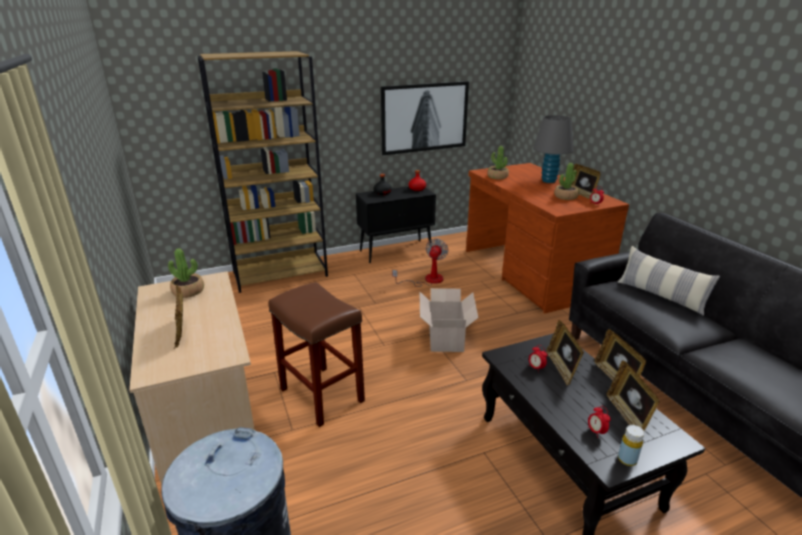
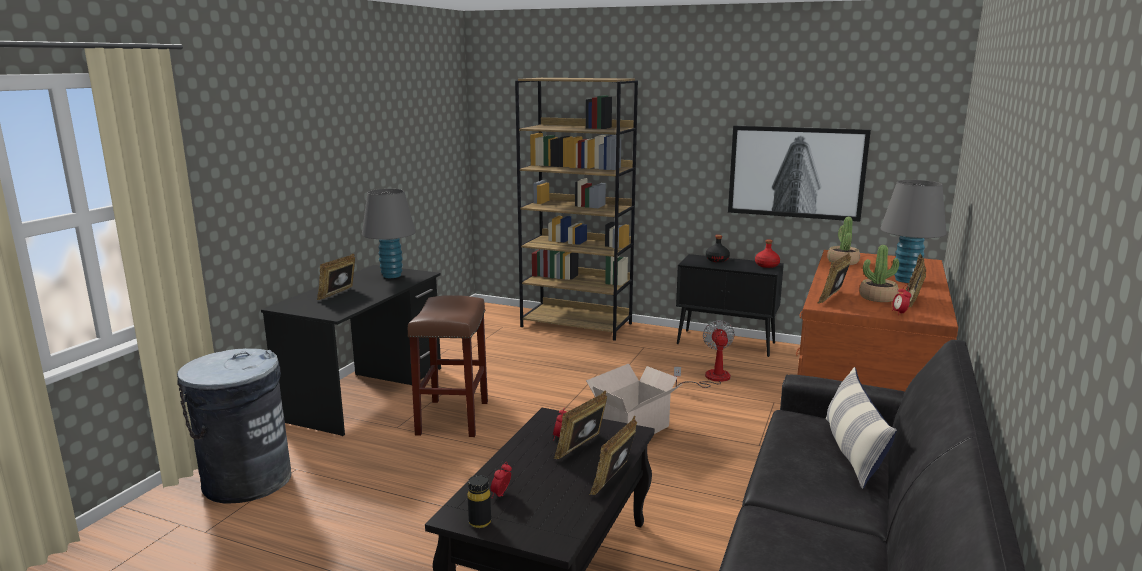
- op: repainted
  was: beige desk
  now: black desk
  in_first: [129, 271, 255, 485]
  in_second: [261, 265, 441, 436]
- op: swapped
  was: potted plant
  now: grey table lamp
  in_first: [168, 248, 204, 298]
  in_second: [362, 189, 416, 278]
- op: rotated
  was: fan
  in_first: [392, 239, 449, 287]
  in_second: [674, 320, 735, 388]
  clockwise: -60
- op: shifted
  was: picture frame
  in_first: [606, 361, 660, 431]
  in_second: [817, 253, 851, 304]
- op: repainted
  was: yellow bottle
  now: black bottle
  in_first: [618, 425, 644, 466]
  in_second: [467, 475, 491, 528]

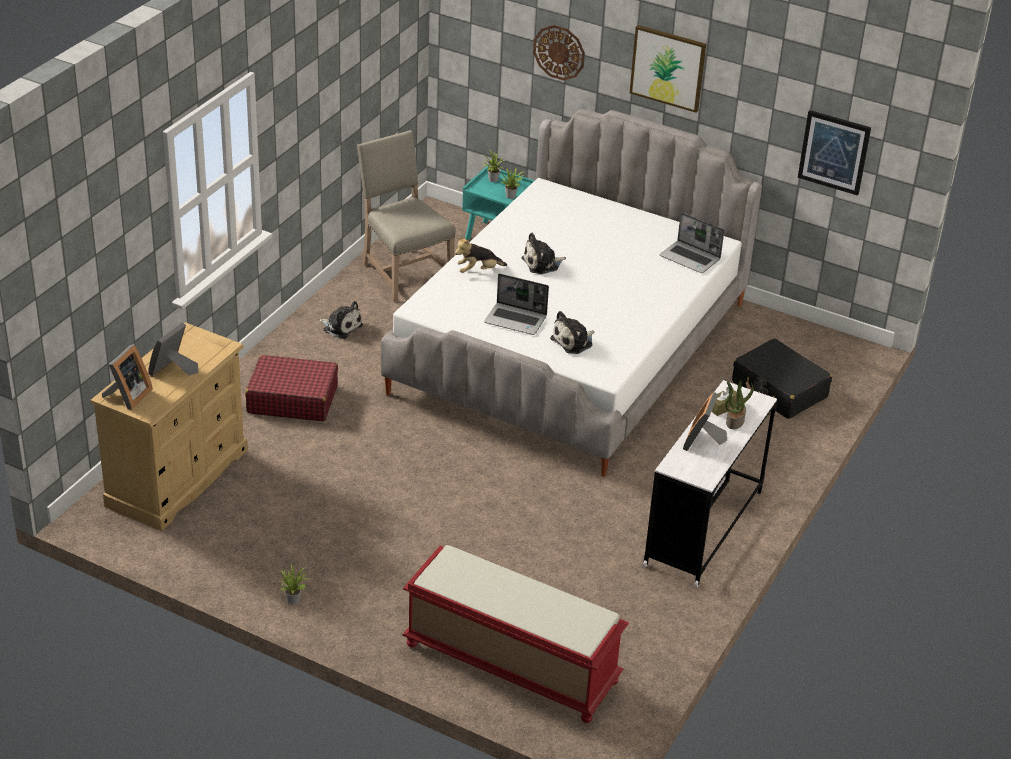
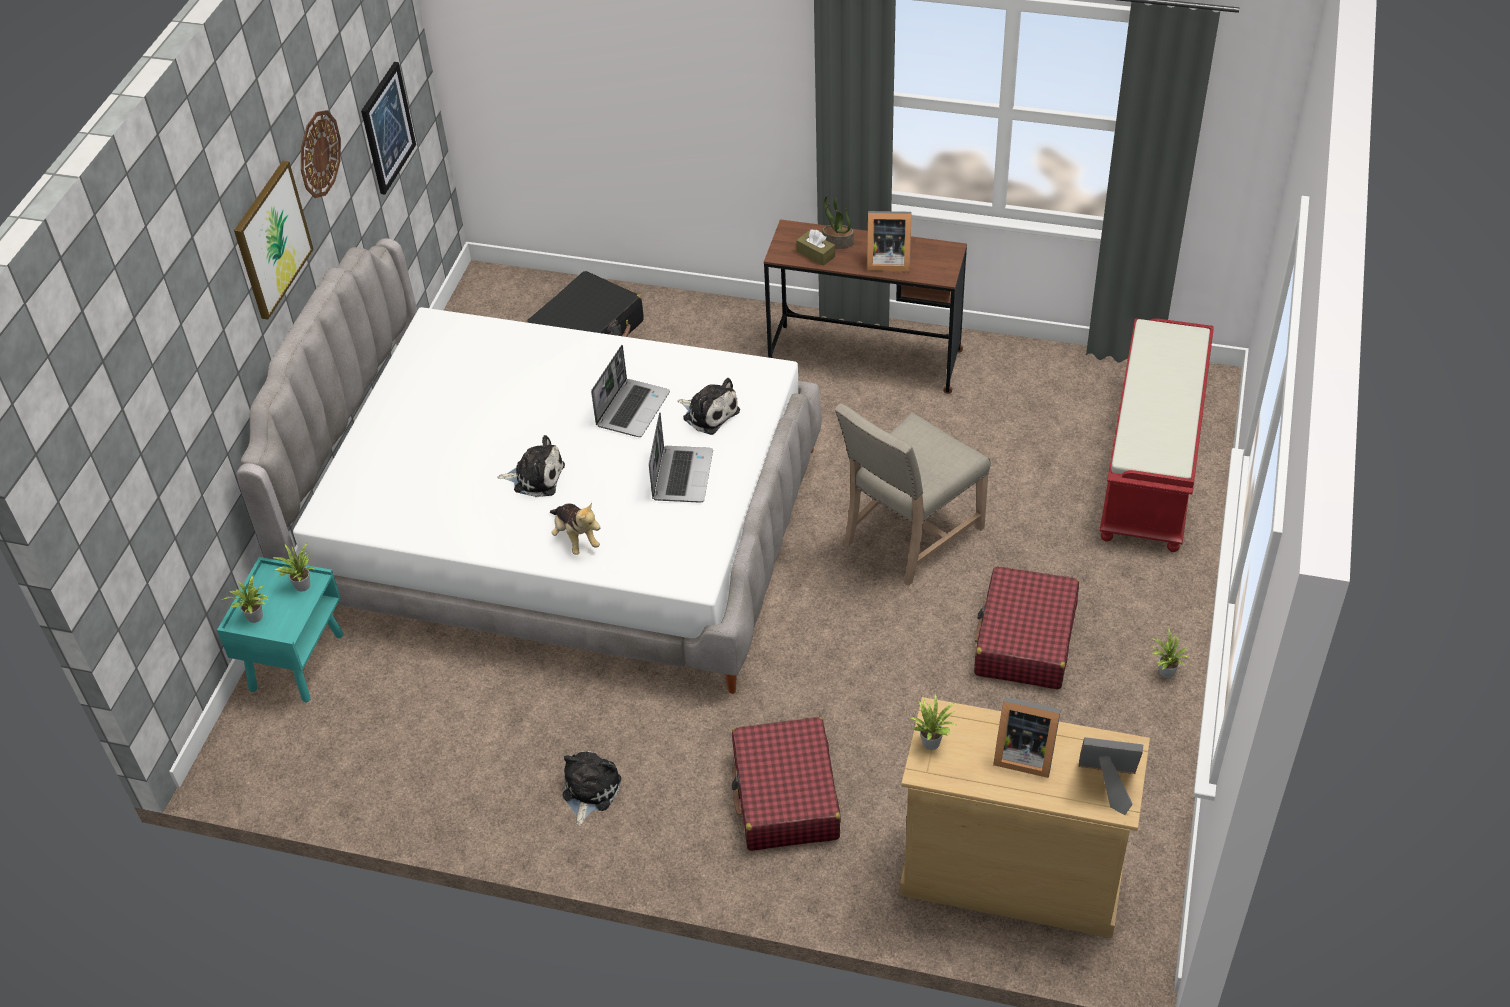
- op: shifted
  was: beige chair
  in_first: [357, 130, 456, 302]
  in_second: [835, 403, 991, 586]
- op: rotated
  was: plush toy
  in_first: [521, 233, 566, 274]
  in_second: [497, 435, 565, 497]
  clockwise: -45
- op: shifted
  was: wall clock
  in_first: [533, 25, 585, 80]
  in_second: [301, 110, 341, 198]
- op: repainted
  was: white desk
  now: brown desk
  in_first: [643, 380, 777, 587]
  in_second: [764, 219, 967, 394]
- op: shifted
  was: laptop
  in_first: [660, 212, 724, 273]
  in_second: [591, 345, 670, 437]
- op: new
  now: potted plant
  in_second: [910, 693, 958, 750]
- op: new
  now: red suitcase
  in_second: [974, 566, 1079, 689]

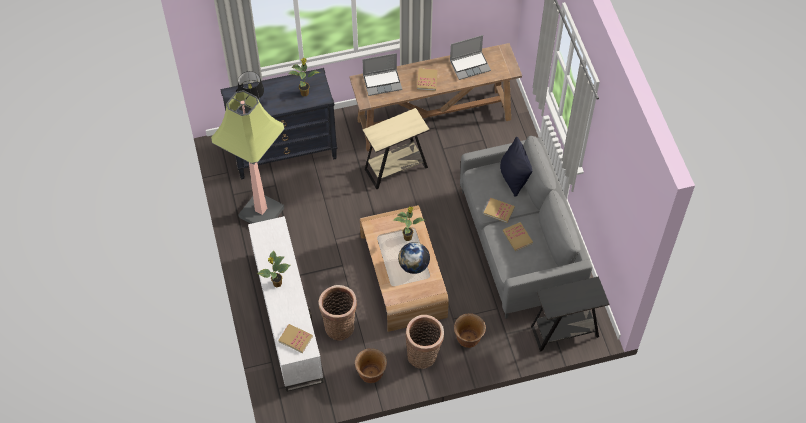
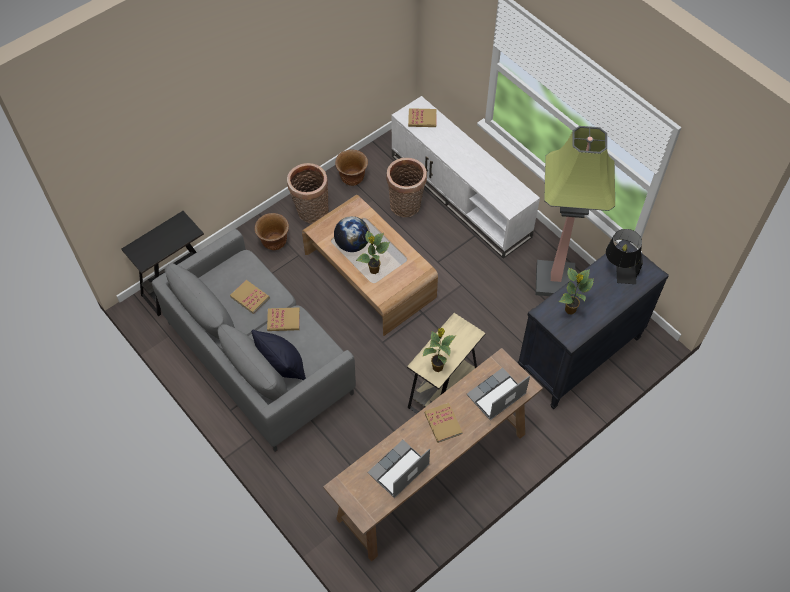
- op: shifted
  was: potted plant
  in_first: [257, 251, 290, 287]
  in_second: [422, 328, 456, 372]

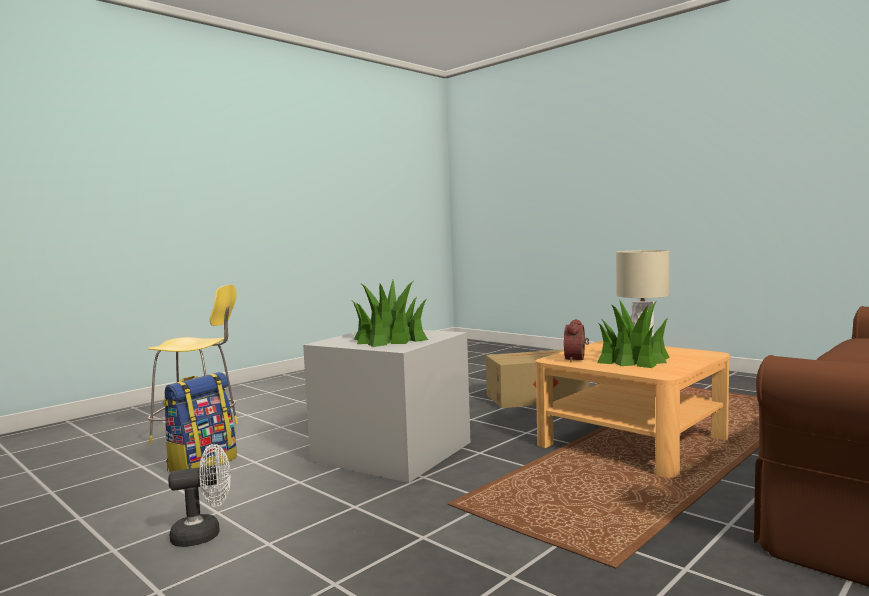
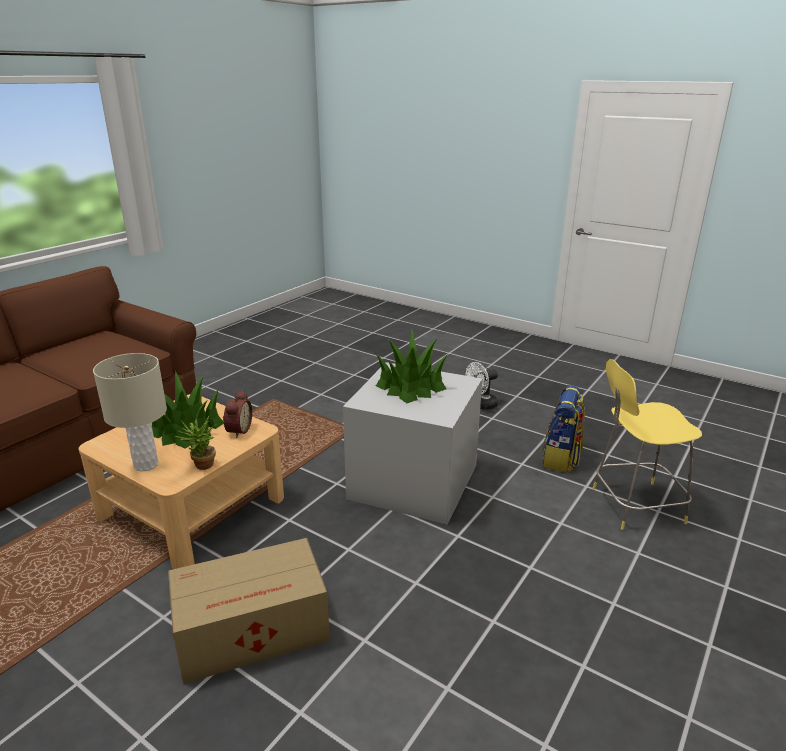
- op: new
  now: potted plant
  in_second: [175, 416, 216, 470]

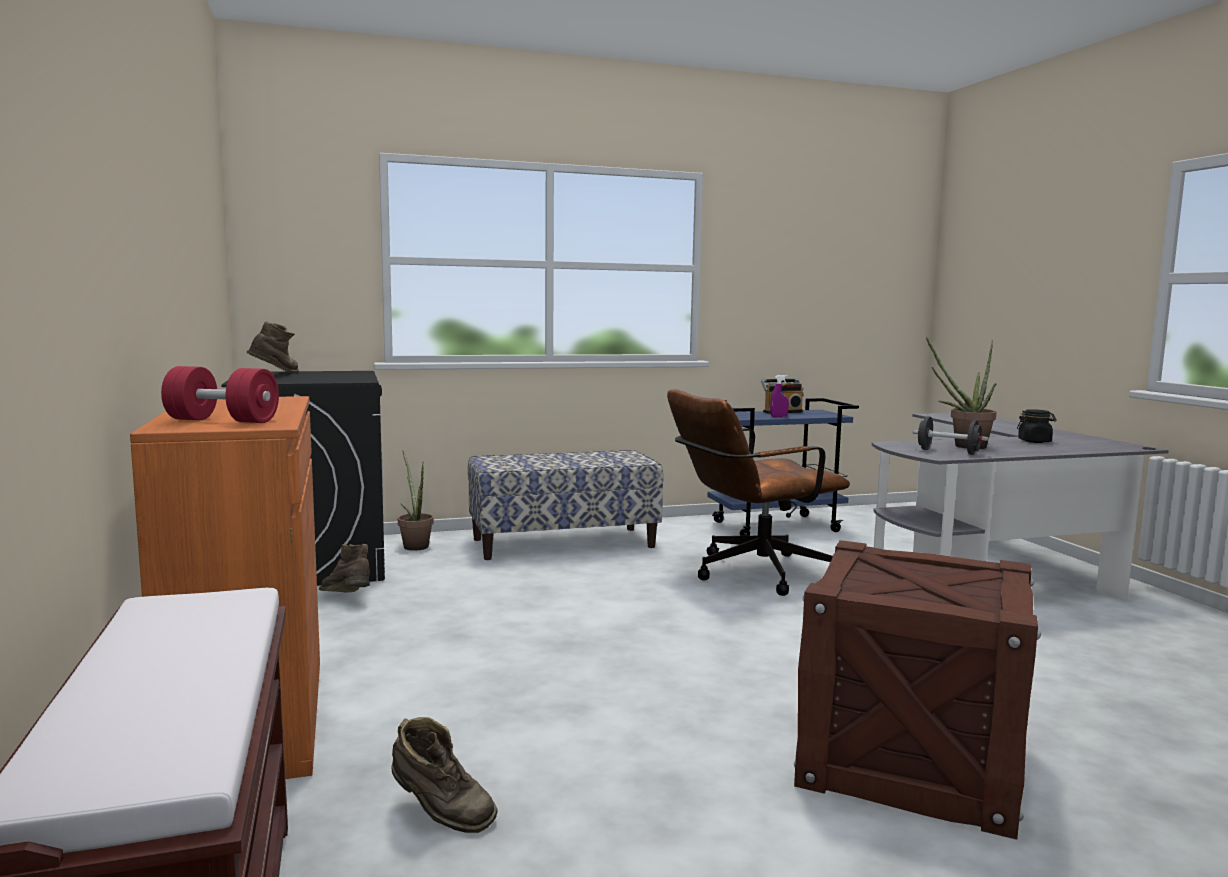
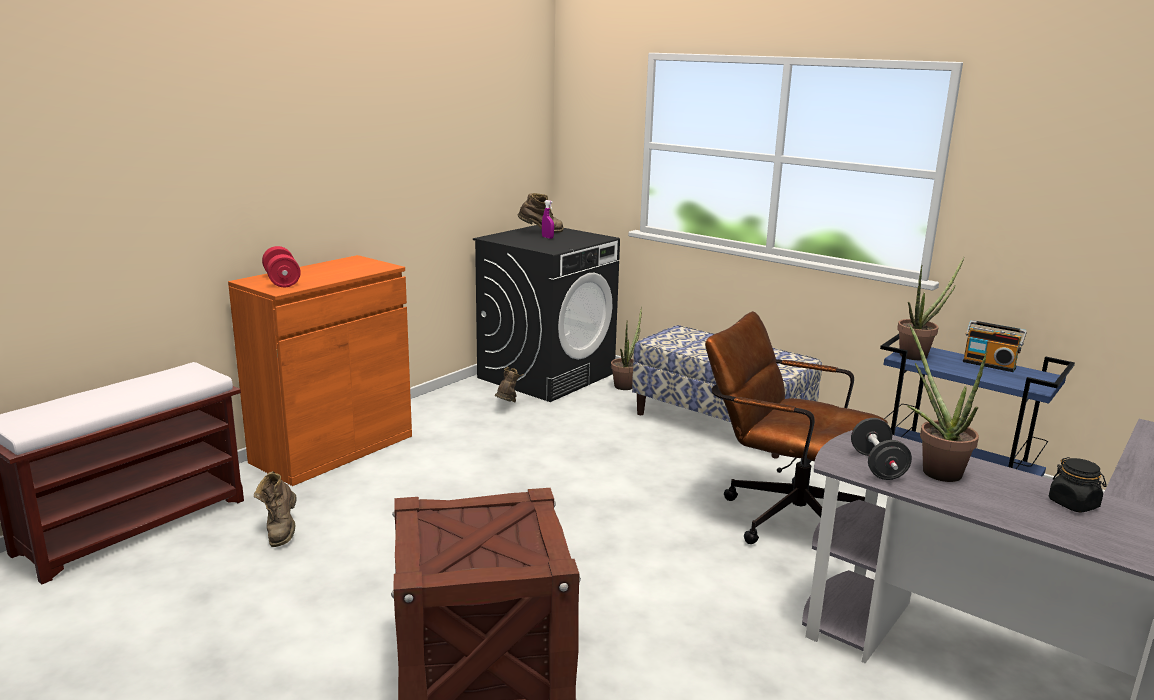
- op: shifted
  was: purple spray bottle
  in_first: [770, 375, 789, 417]
  in_second: [542, 200, 554, 239]
- op: new
  now: potted plant
  in_second: [897, 257, 964, 360]

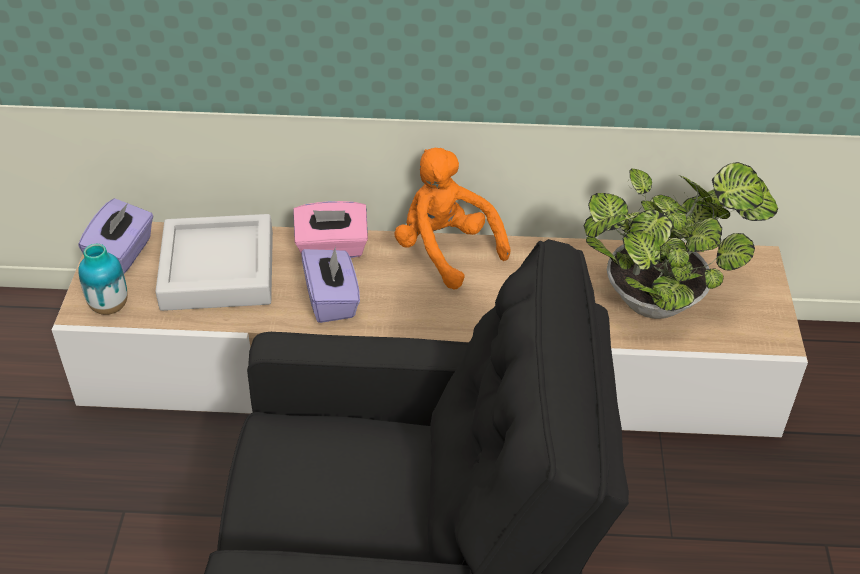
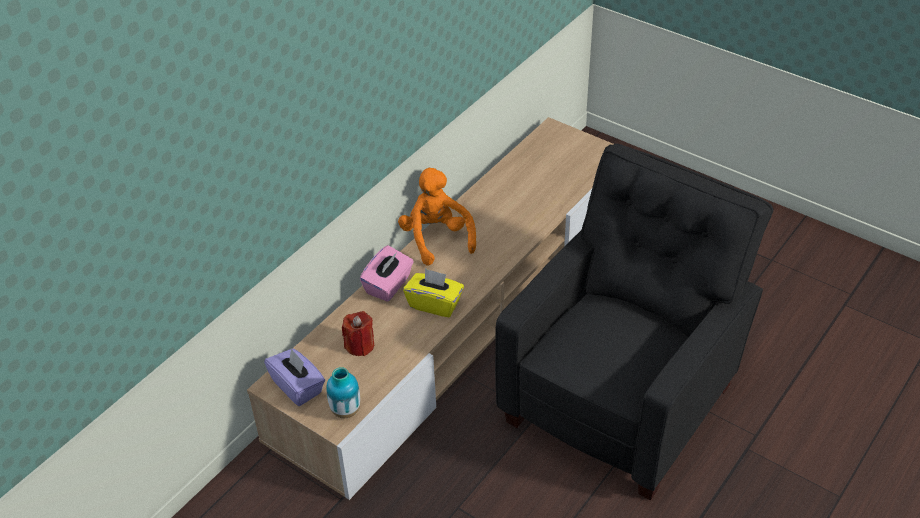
- op: swapped
  was: grey tray
  now: red candle
  in_first: [155, 214, 273, 311]
  in_second: [342, 311, 374, 356]
- op: repainted
  was: purple tissue box
  now: yellow tissue box
  in_first: [301, 246, 360, 323]
  in_second: [403, 268, 464, 317]
- op: rotated
  was: orange plush toy
  in_first: [395, 148, 511, 289]
  in_second: [398, 168, 476, 266]
  clockwise: 75
- op: gone
  was: potted plant
  in_first: [584, 162, 778, 319]

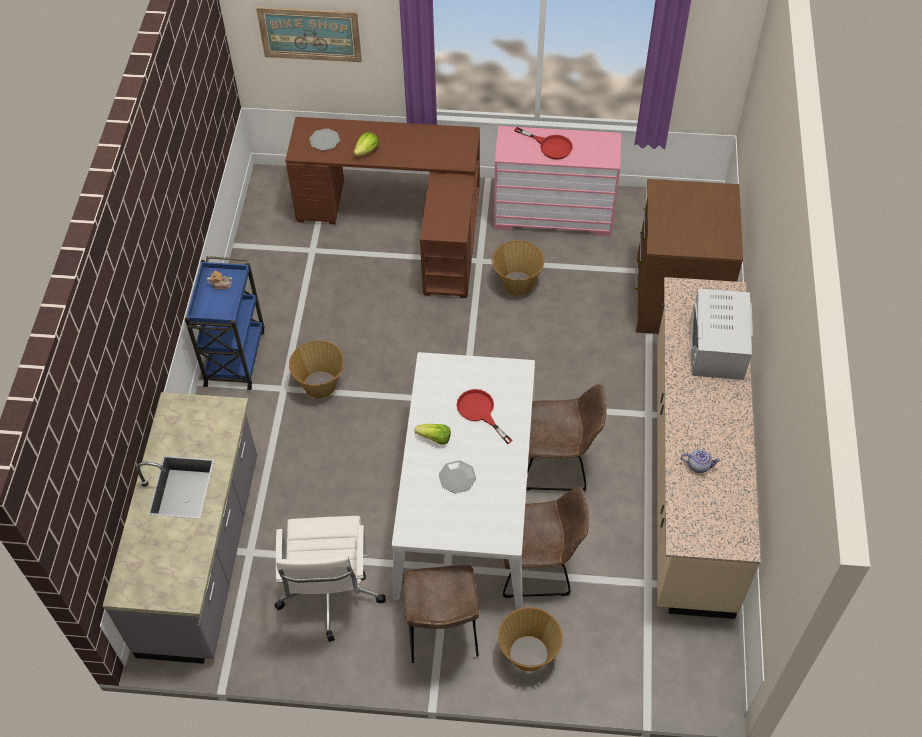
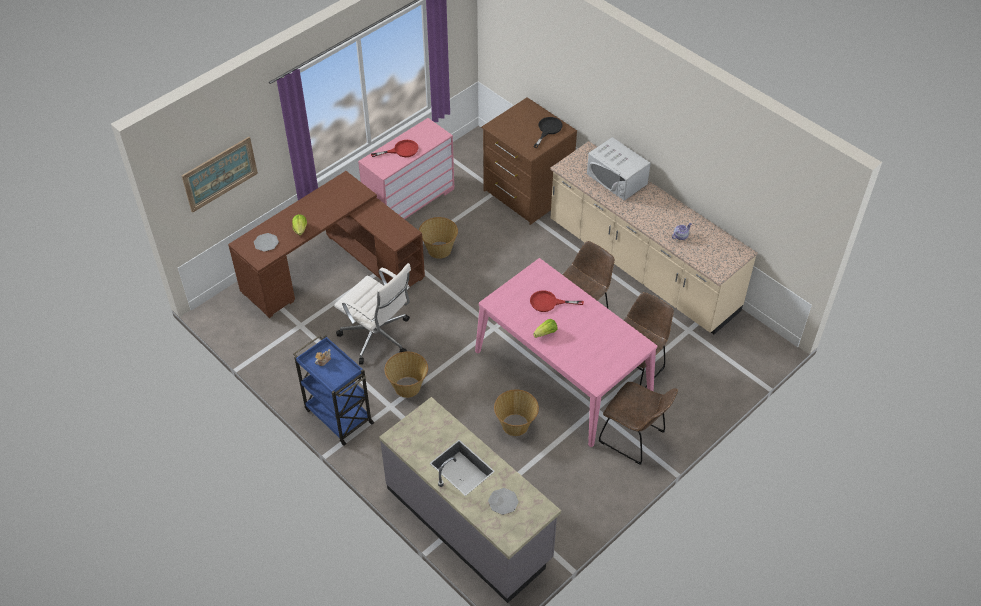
- op: shifted
  was: white office chair
  in_first: [274, 516, 386, 642]
  in_second: [334, 263, 411, 365]
- op: repainted
  was: white dining table
  now: pink dining table
  in_first: [392, 352, 535, 609]
  in_second: [475, 258, 657, 447]
- op: shifted
  was: plate
  in_first: [439, 460, 476, 493]
  in_second: [488, 488, 519, 515]
- op: shifted
  was: basket
  in_first: [498, 607, 562, 672]
  in_second: [494, 389, 539, 436]
- op: new
  now: black frying pan
  in_second: [533, 117, 563, 148]

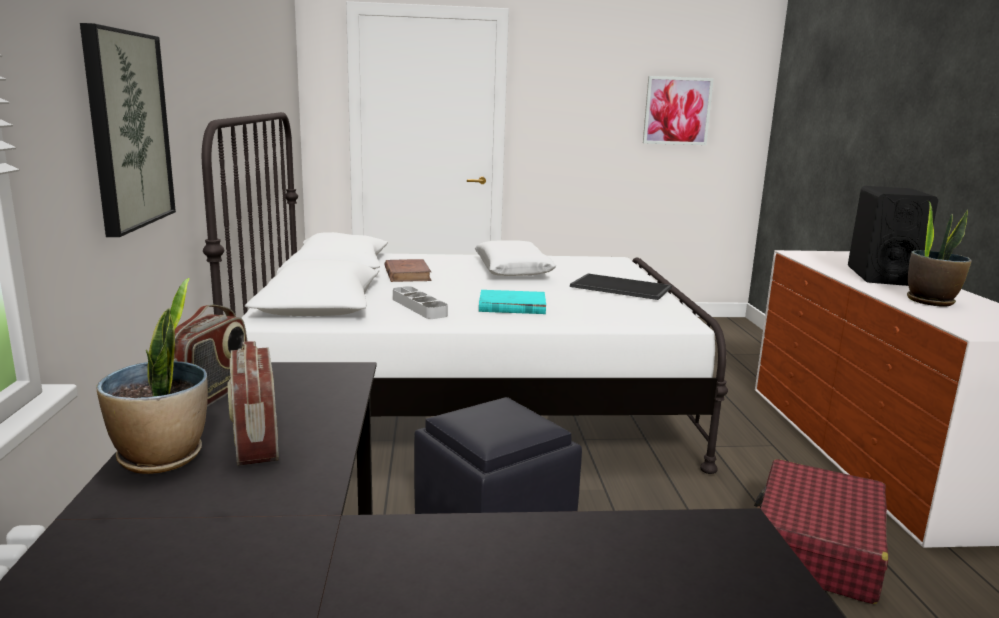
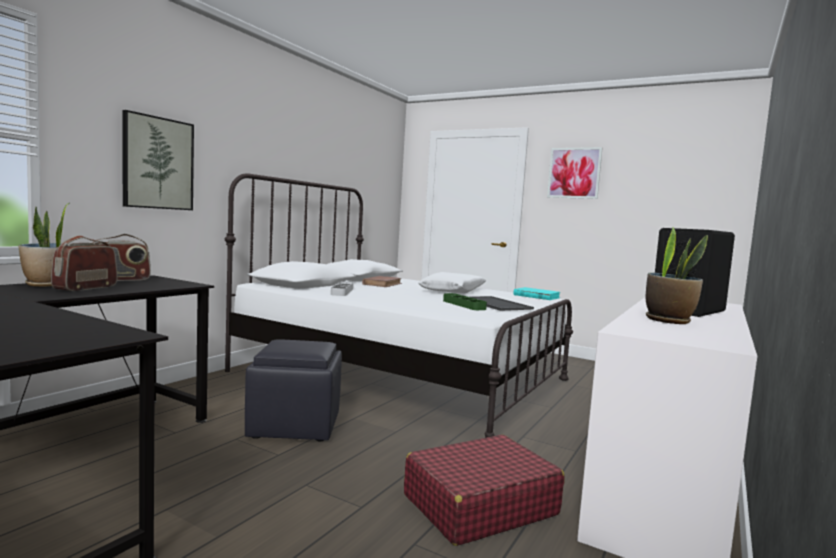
- op: shifted
  was: turquoise book
  in_first: [479, 290, 546, 314]
  in_second: [514, 287, 560, 300]
- op: shifted
  was: picture
  in_first: [643, 76, 714, 145]
  in_second: [547, 147, 603, 199]
- op: new
  now: green tray
  in_second: [443, 293, 487, 310]

